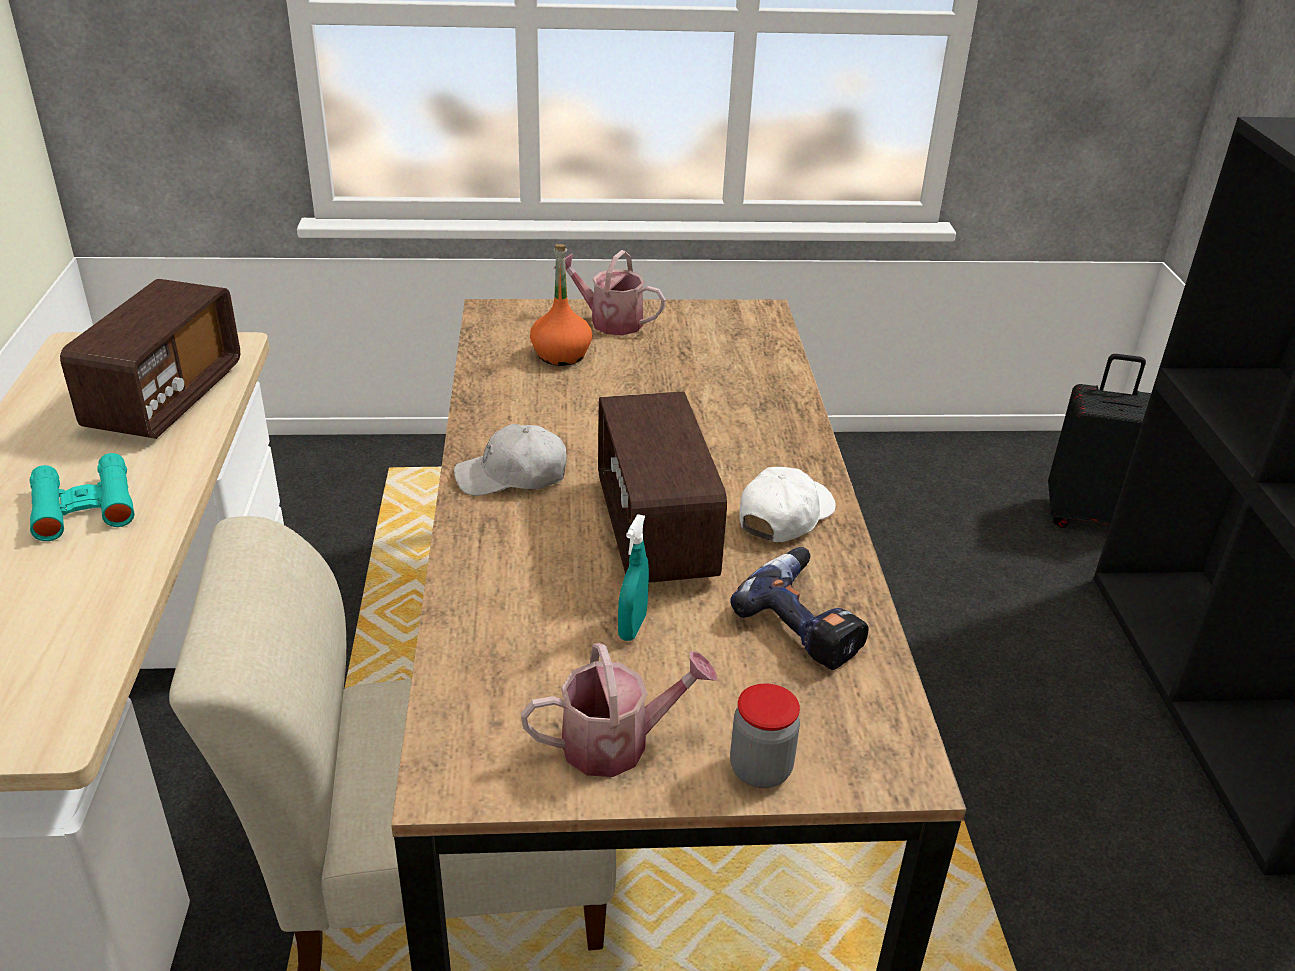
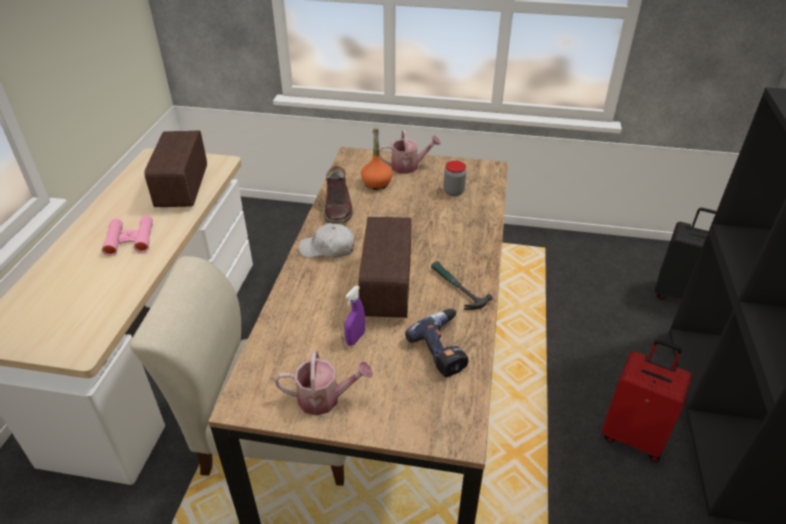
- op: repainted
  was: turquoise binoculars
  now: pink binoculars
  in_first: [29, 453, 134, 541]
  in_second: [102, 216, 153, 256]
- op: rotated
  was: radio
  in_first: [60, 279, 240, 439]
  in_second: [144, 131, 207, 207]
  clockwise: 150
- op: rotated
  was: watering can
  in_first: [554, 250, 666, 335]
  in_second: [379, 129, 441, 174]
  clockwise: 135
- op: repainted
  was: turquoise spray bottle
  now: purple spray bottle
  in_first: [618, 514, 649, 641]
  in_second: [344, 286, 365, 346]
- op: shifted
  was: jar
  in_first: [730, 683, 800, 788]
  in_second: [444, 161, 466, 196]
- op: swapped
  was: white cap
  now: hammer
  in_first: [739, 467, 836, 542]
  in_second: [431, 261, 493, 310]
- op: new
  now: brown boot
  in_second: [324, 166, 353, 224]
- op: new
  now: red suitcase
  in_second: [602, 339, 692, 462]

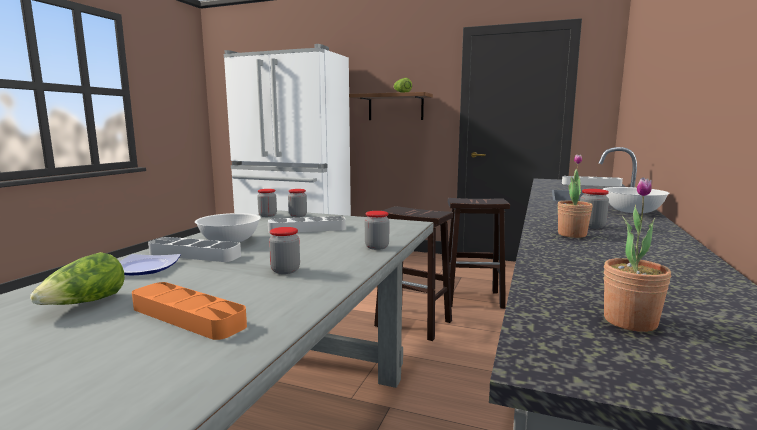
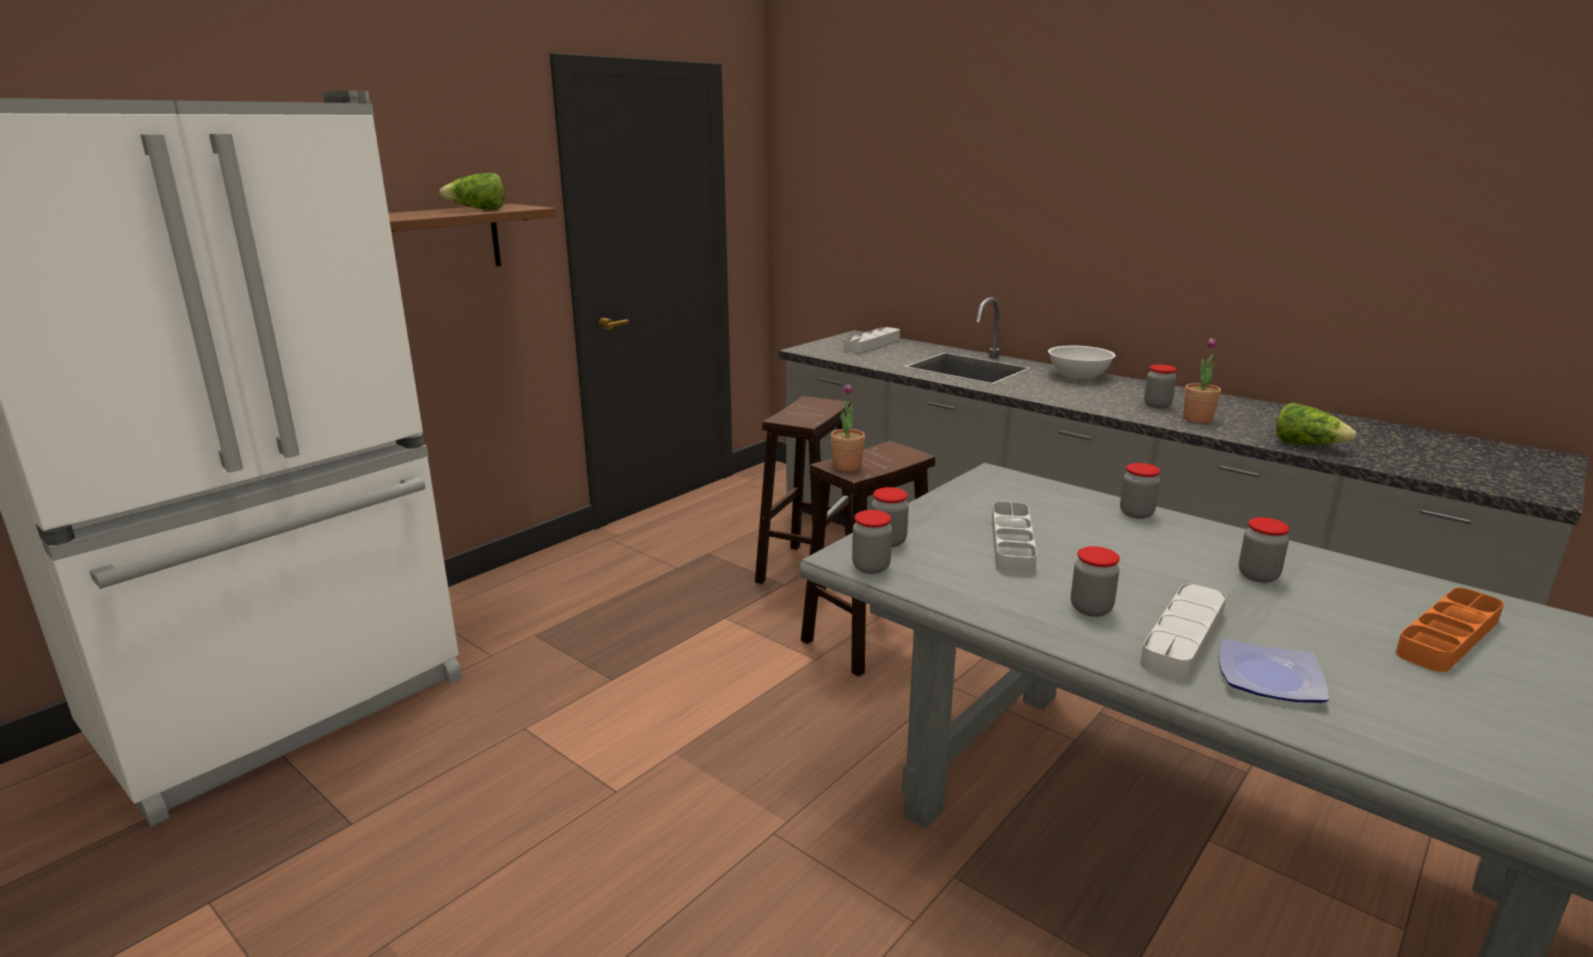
- op: shifted
  was: lettuce
  in_first: [30, 252, 125, 305]
  in_second: [1276, 403, 1356, 445]
- op: swapped
  was: white bowl
  now: jar
  in_first: [195, 213, 261, 242]
  in_second: [1071, 546, 1120, 617]
- op: shifted
  was: potted plant
  in_first: [604, 177, 671, 332]
  in_second: [831, 384, 865, 471]

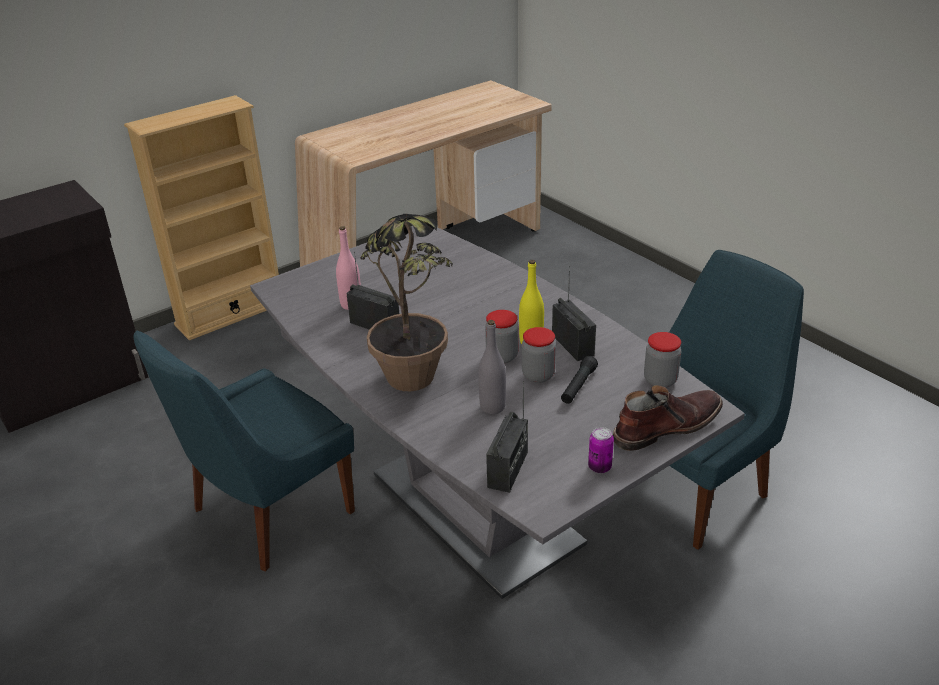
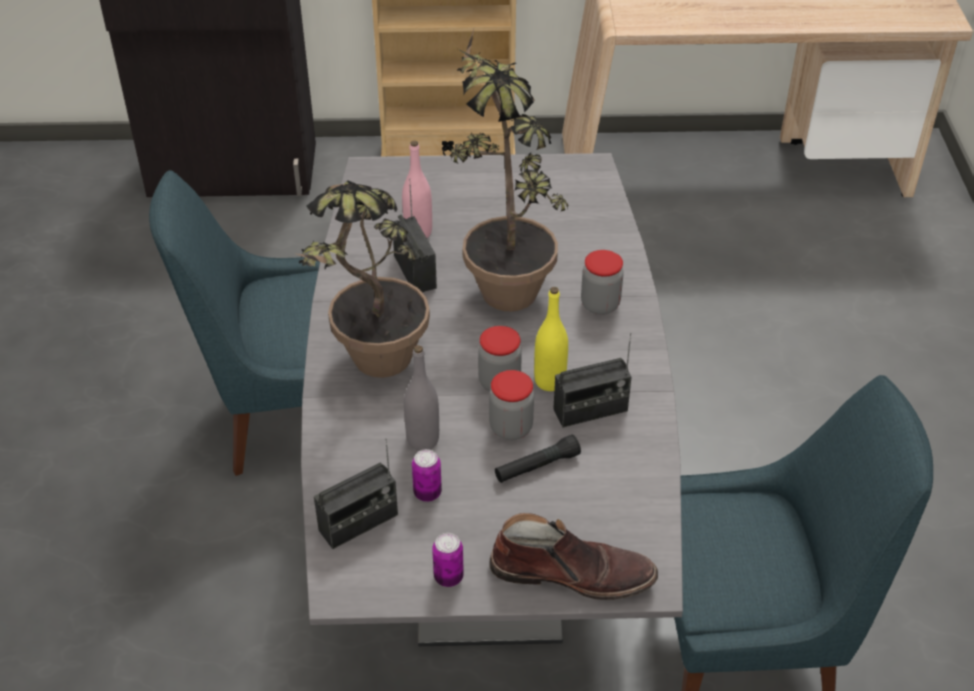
- op: rotated
  was: radio
  in_first: [552, 266, 596, 361]
  in_second: [553, 333, 632, 427]
  clockwise: 60
- op: shifted
  was: jar
  in_first: [644, 332, 681, 388]
  in_second: [581, 250, 624, 315]
- op: new
  now: can
  in_second: [412, 449, 442, 502]
- op: new
  now: potted plant
  in_second: [450, 29, 568, 311]

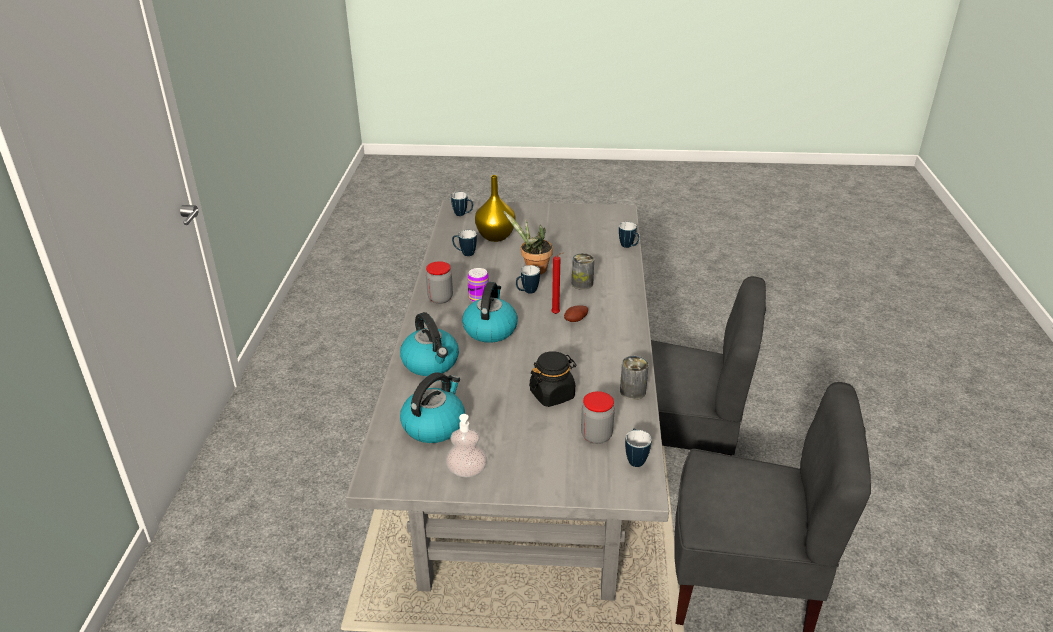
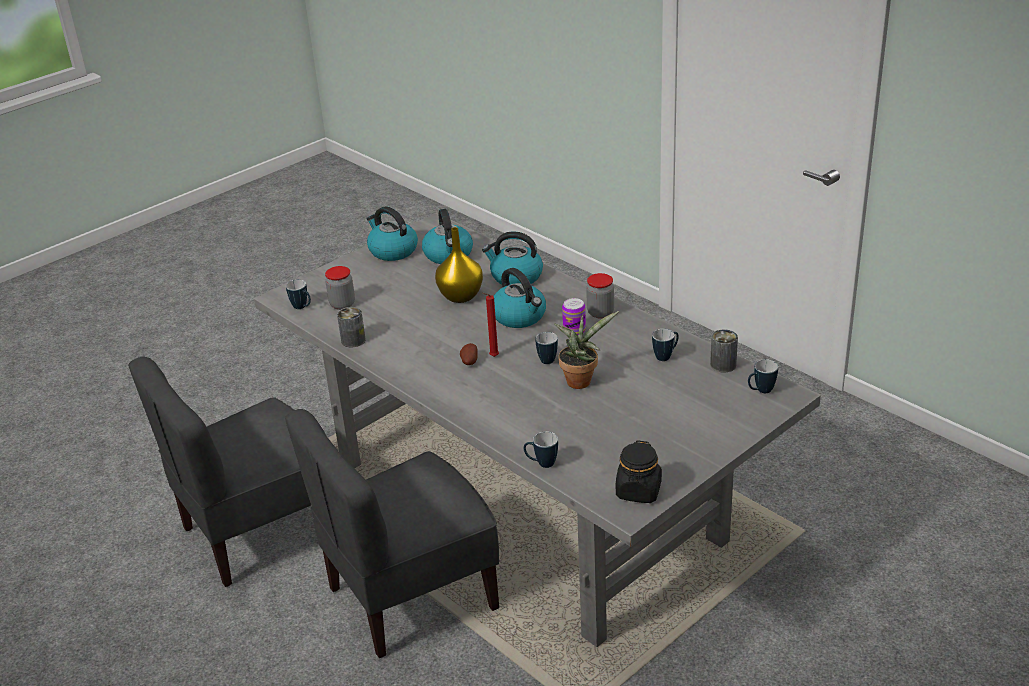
- op: swapped
  was: soap dispenser
  now: kettle
  in_first: [446, 414, 487, 477]
  in_second: [366, 206, 418, 261]
- op: shifted
  was: yellow vase
  in_first: [475, 175, 516, 242]
  in_second: [435, 227, 483, 303]
- op: shifted
  was: black jar
  in_first: [529, 351, 577, 407]
  in_second: [616, 440, 662, 503]
- op: shifted
  was: can
  in_first: [572, 253, 594, 290]
  in_second: [710, 329, 738, 373]

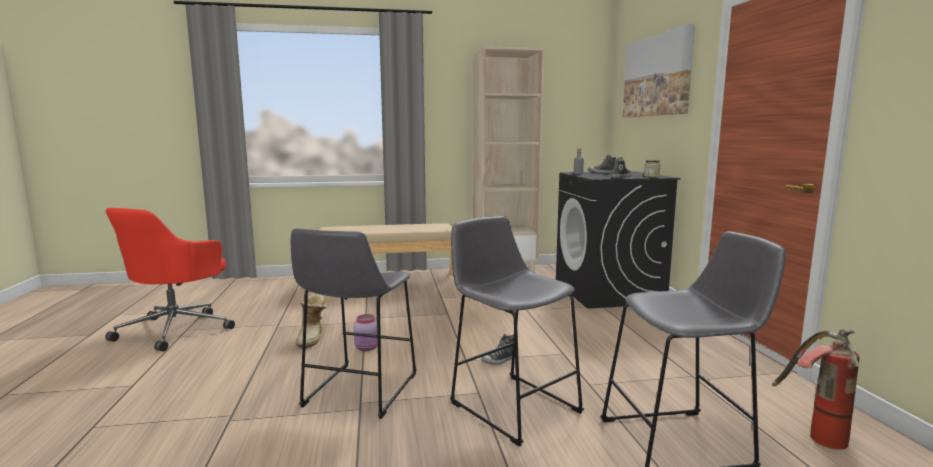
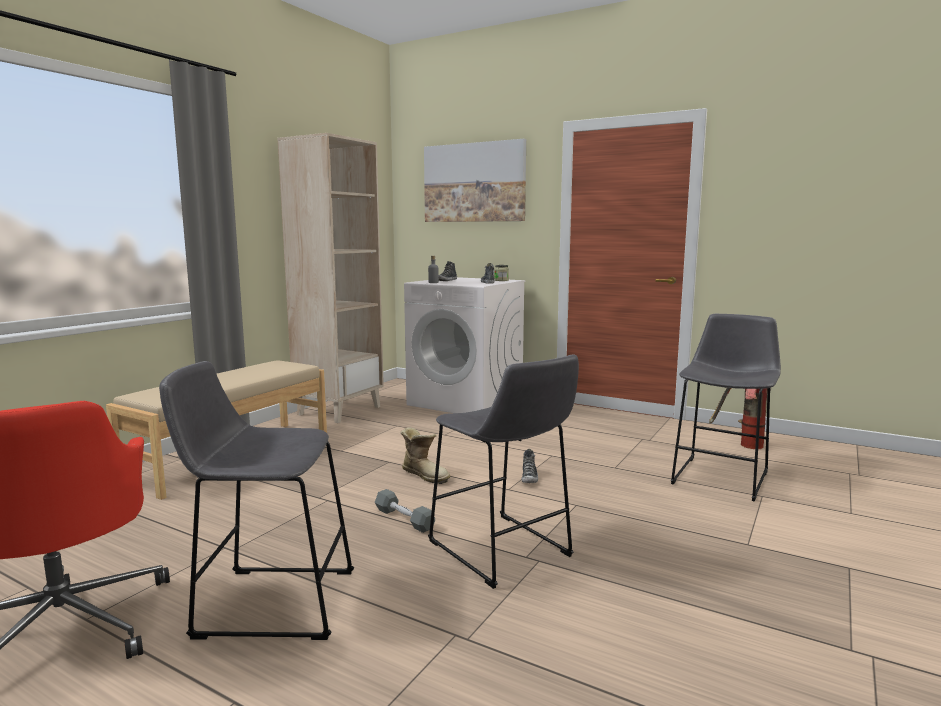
- op: shifted
  was: boot
  in_first: [296, 294, 326, 348]
  in_second: [400, 427, 451, 484]
- op: swapped
  was: pink jar
  now: grey dumbbell
  in_first: [354, 314, 378, 351]
  in_second: [375, 489, 435, 533]
- op: shifted
  was: grey stool
  in_first: [450, 216, 584, 447]
  in_second: [159, 361, 354, 640]
- op: repainted
  was: black washing machine
  now: white washing machine
  in_first: [556, 171, 680, 309]
  in_second: [404, 277, 526, 413]

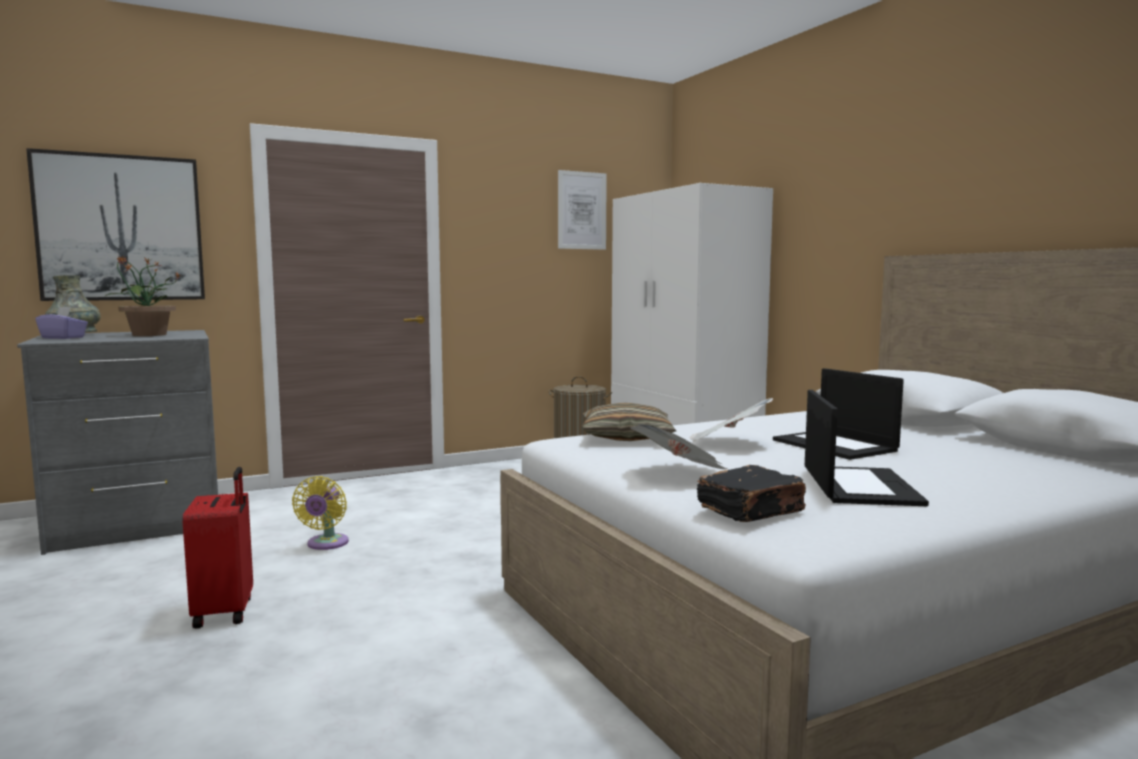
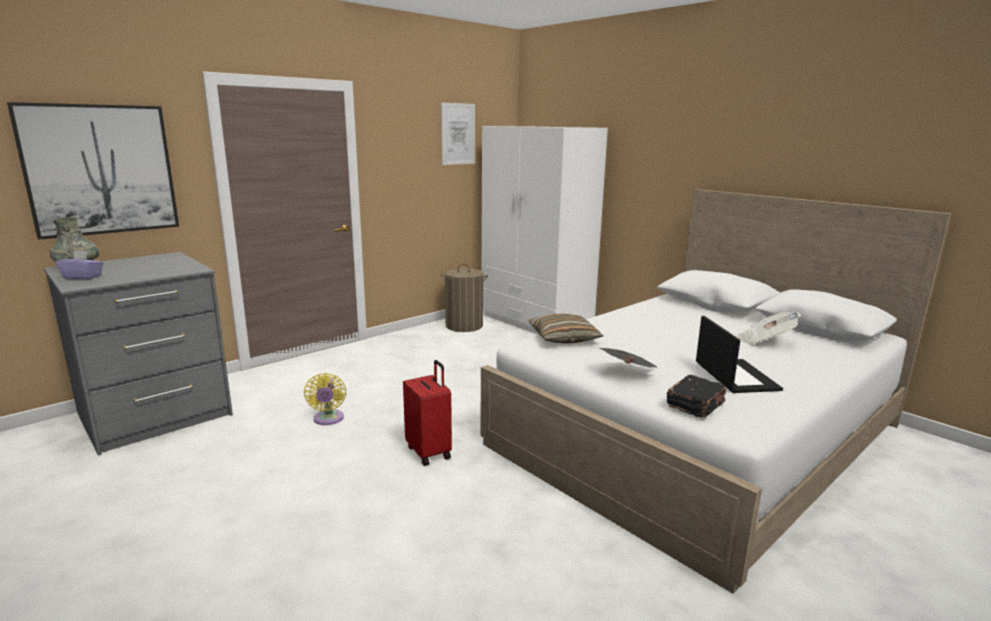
- op: gone
  was: potted plant
  in_first: [104, 255, 181, 336]
- op: shifted
  was: red suitcase
  in_first: [182, 467, 253, 629]
  in_second: [403, 360, 452, 466]
- op: shifted
  was: newspaper
  in_first: [690, 398, 773, 442]
  in_second: [735, 311, 801, 344]
- op: gone
  was: laptop
  in_first: [773, 368, 904, 460]

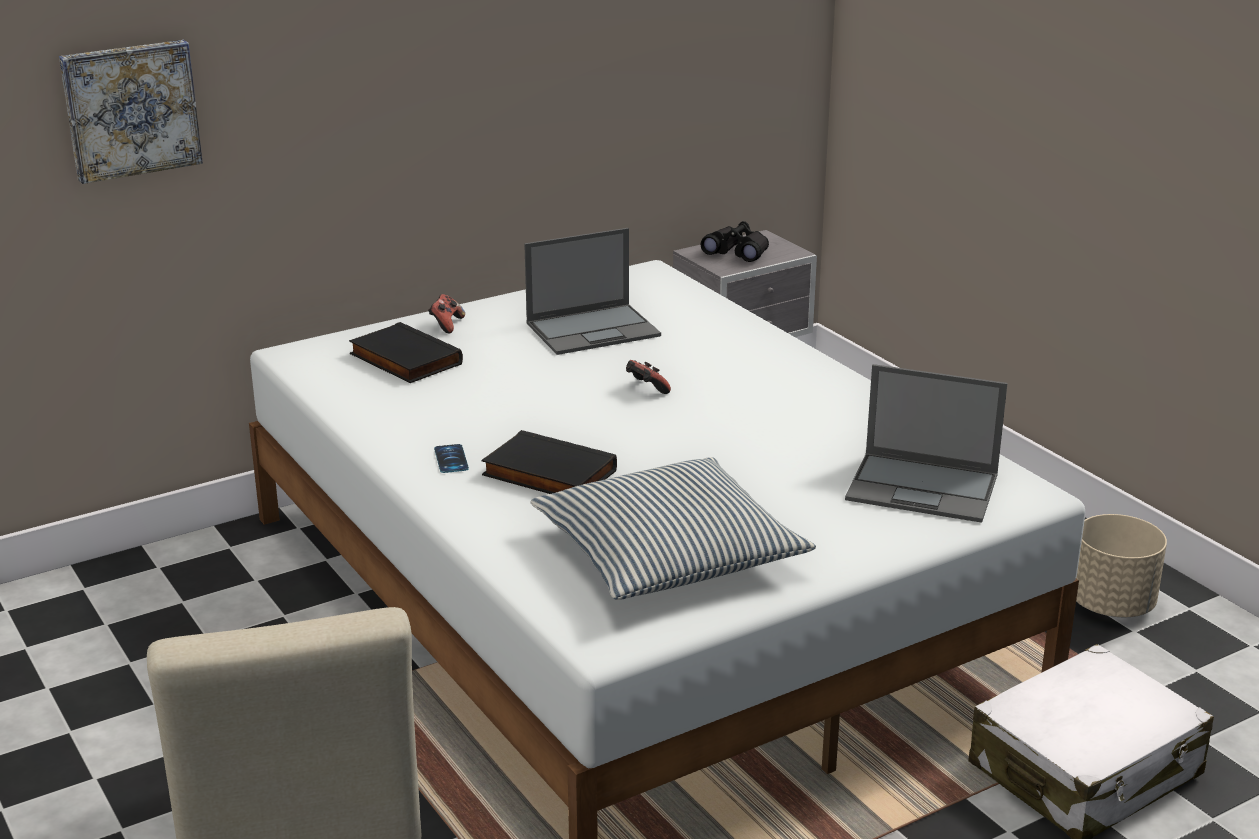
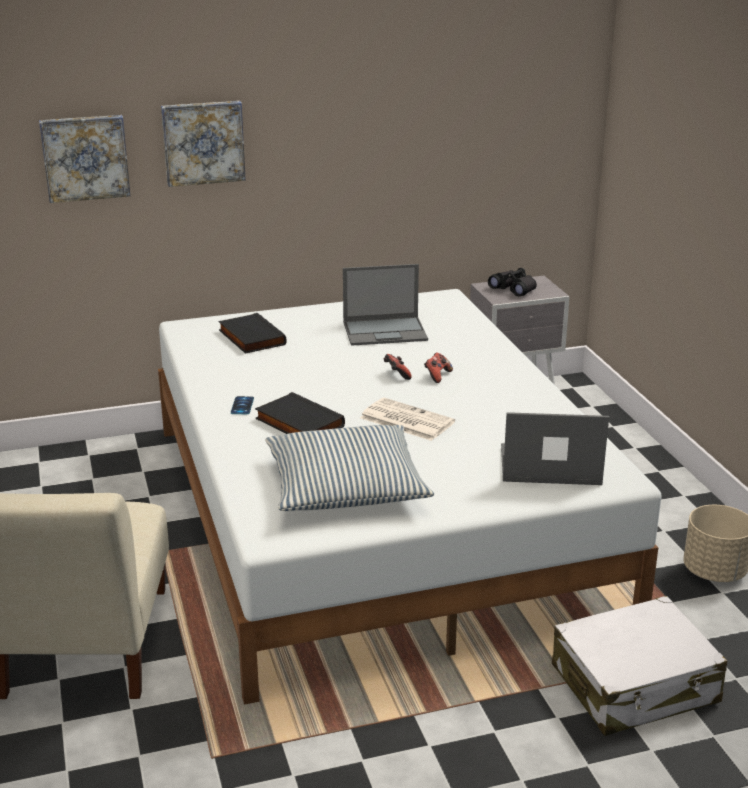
- op: shifted
  was: game controller
  in_first: [428, 294, 465, 333]
  in_second: [424, 353, 453, 383]
- op: rotated
  was: laptop
  in_first: [845, 364, 1008, 523]
  in_second: [501, 412, 609, 485]
  clockwise: 150
- op: new
  now: picture
  in_second: [161, 101, 246, 187]
- op: new
  now: newspaper
  in_second: [360, 398, 455, 441]

